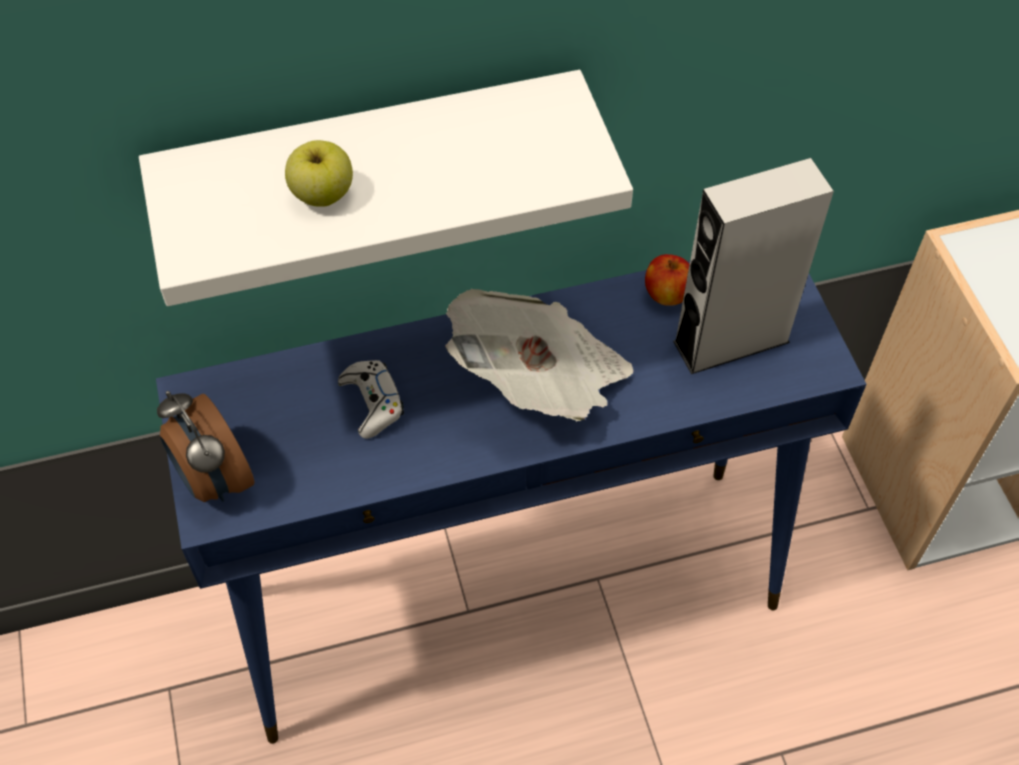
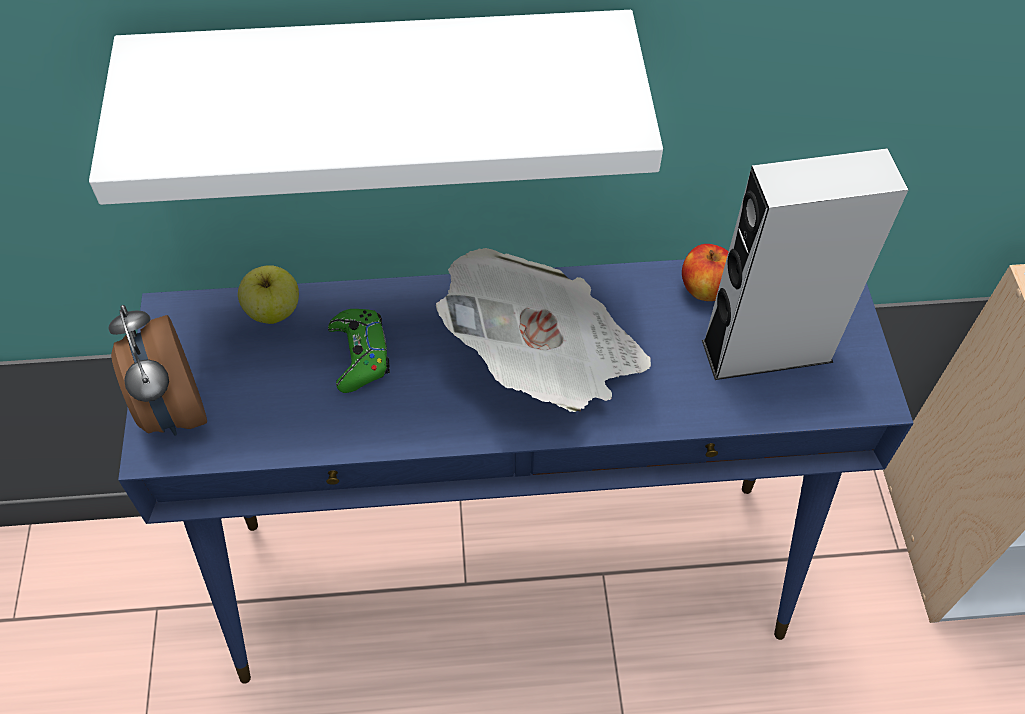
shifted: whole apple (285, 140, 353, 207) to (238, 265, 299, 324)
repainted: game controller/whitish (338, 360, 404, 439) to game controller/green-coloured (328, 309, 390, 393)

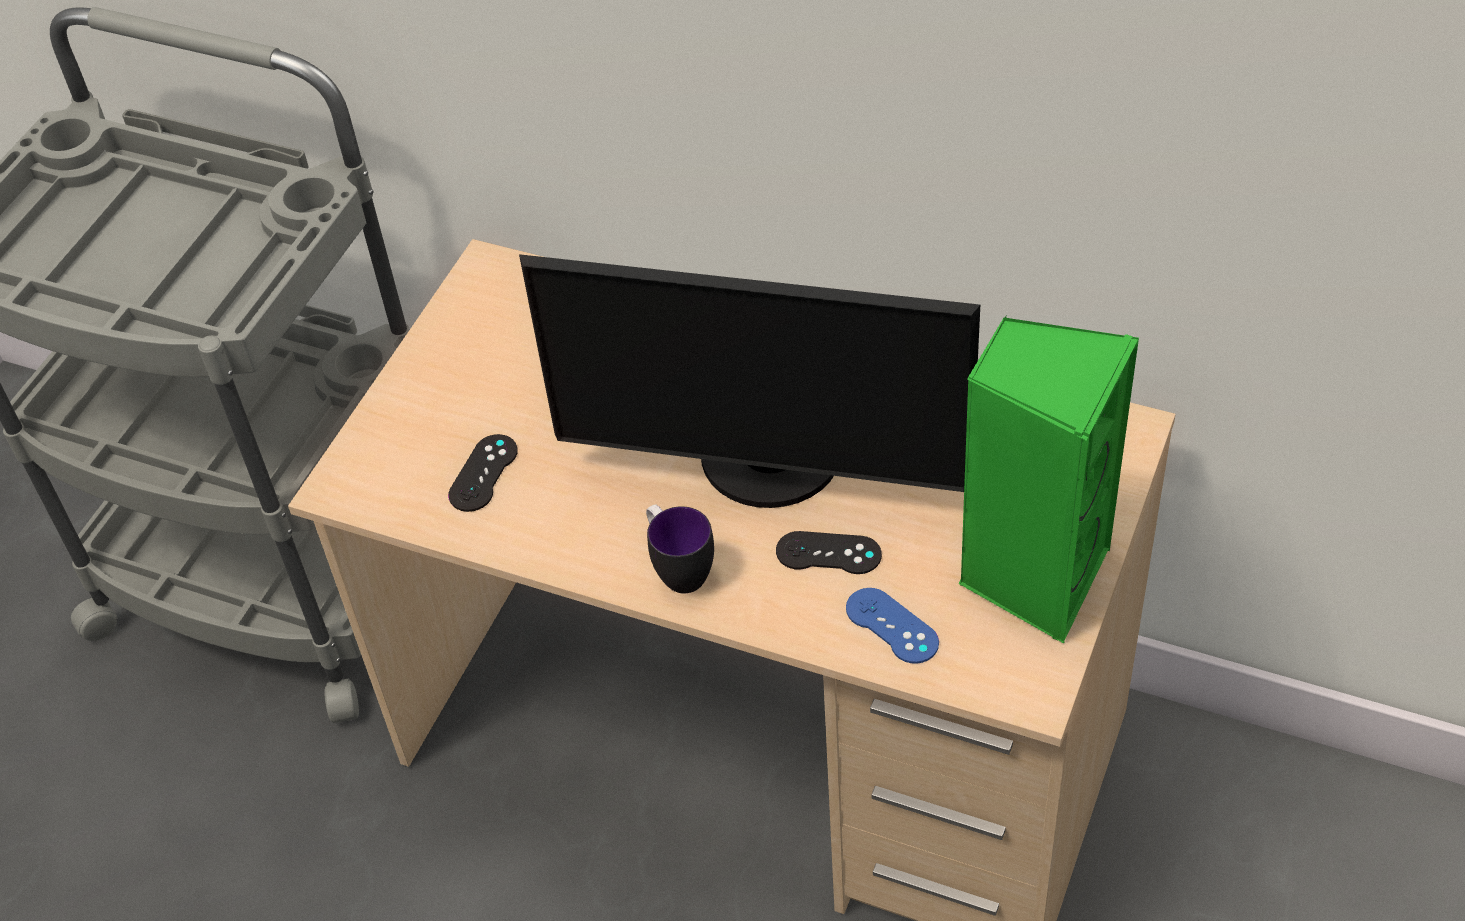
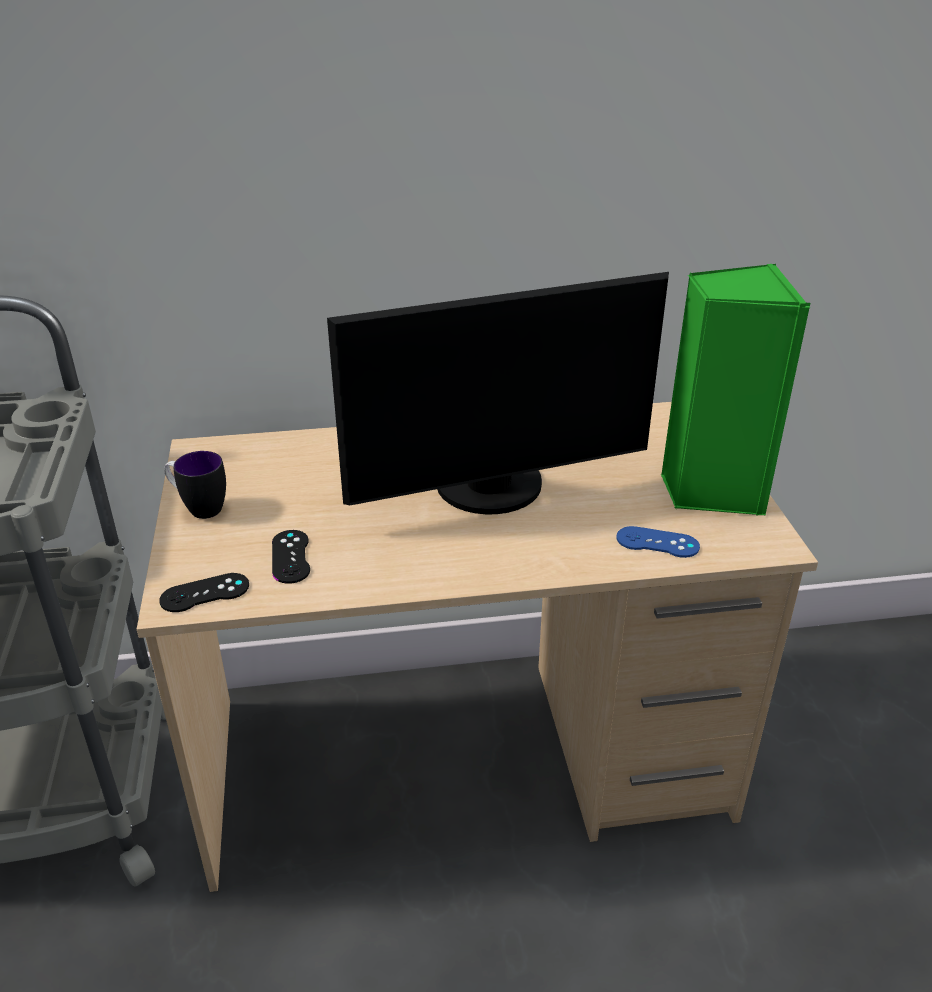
shifted: game controller/black-coloured (776, 531, 882, 574) to (159, 573, 249, 612); mug (646, 504, 714, 593) to (164, 451, 226, 519)

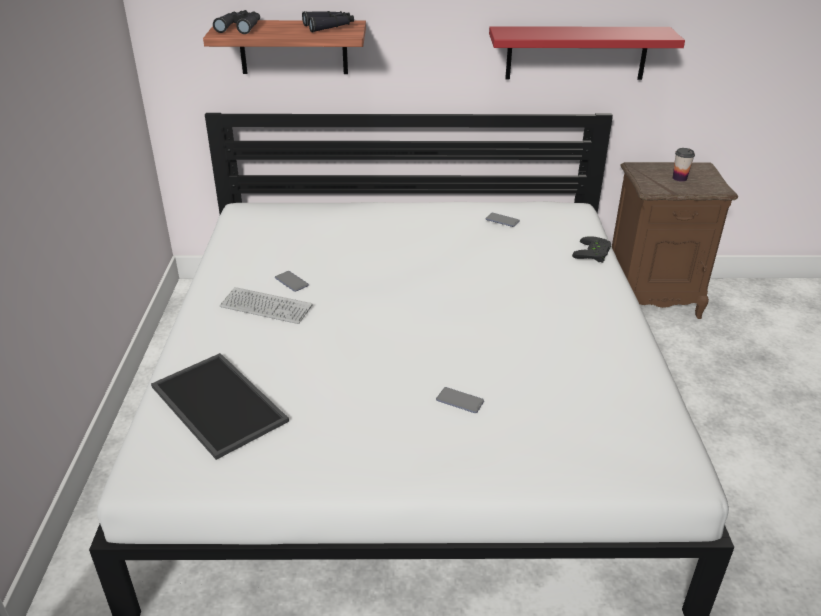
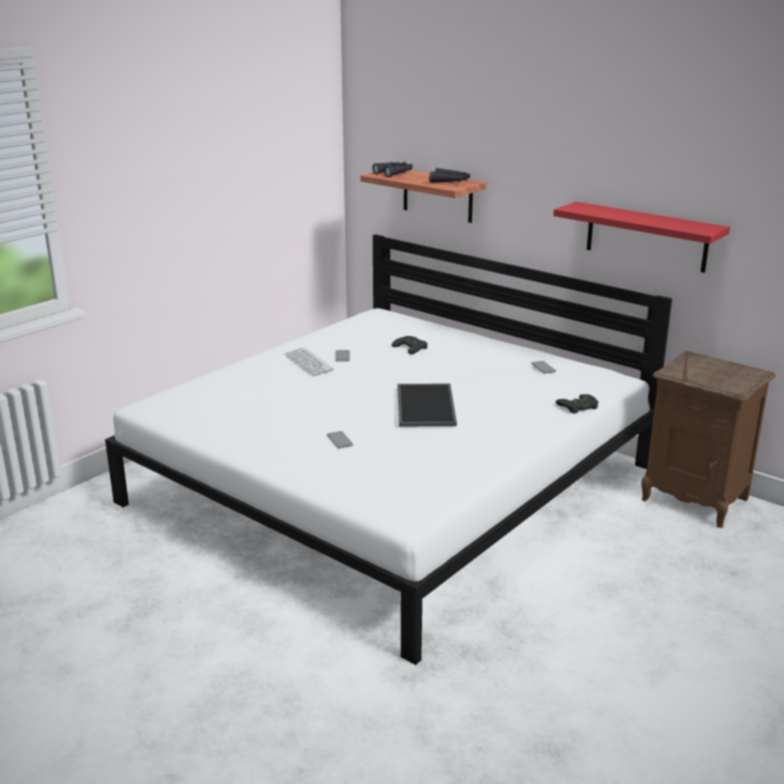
gone: cup (673, 148, 695, 182)
new: game controller/black-coloured (392, 336, 428, 355)
shifted: tray (151, 353, 289, 460) to (397, 384, 457, 426)

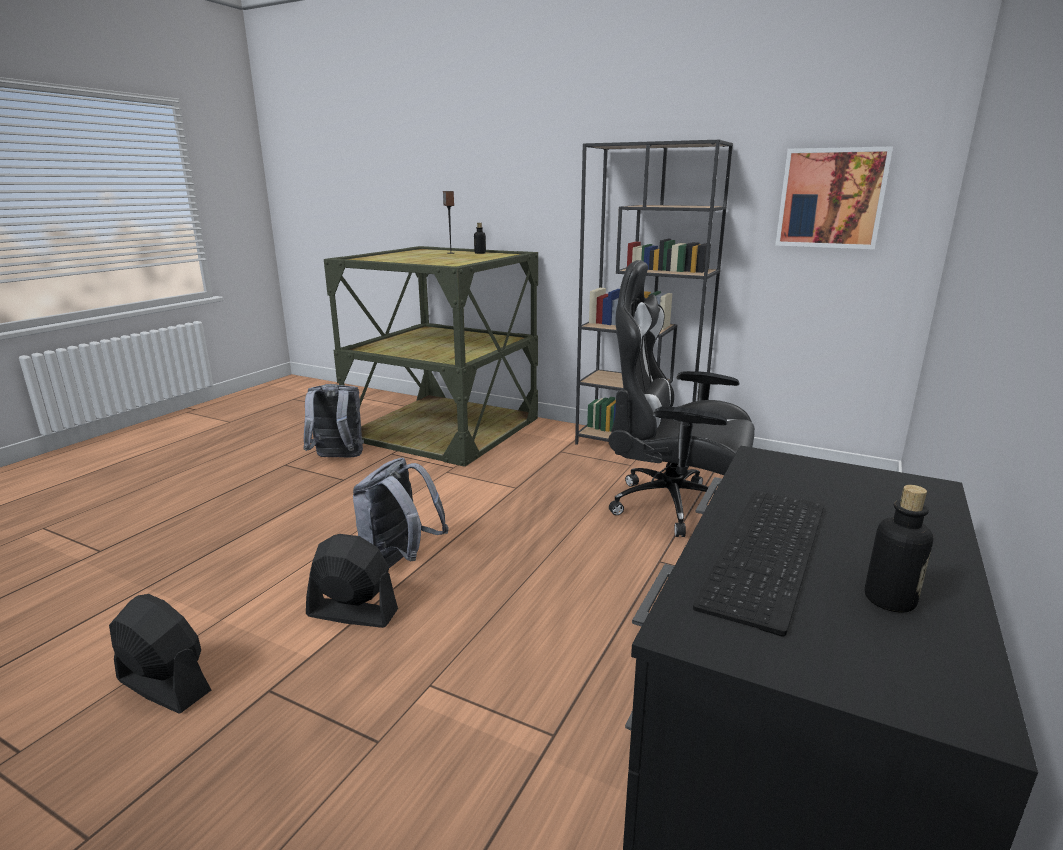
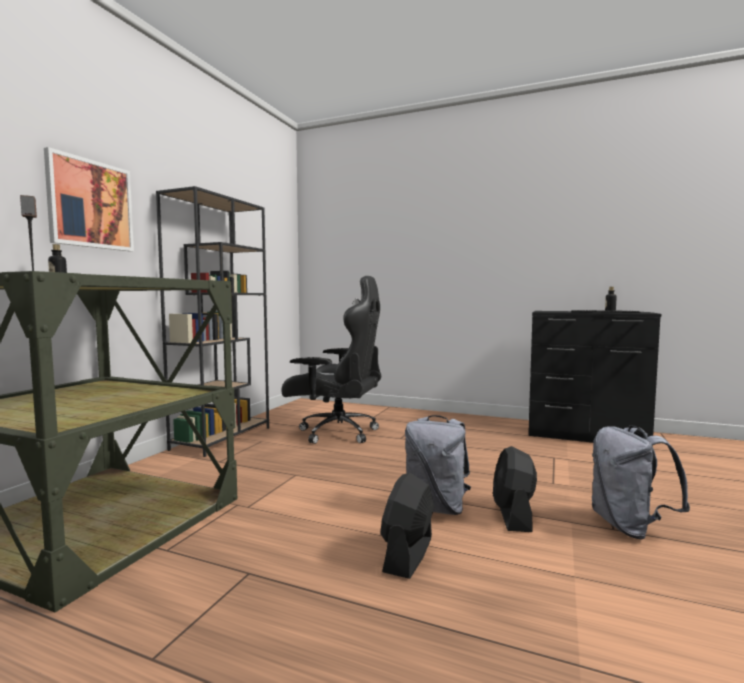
shifted: picture (775, 146, 893, 249) to (44, 147, 134, 251); electric fan/black-coloured (109, 594, 211, 714) to (380, 473, 434, 579); backpack/gray (303, 384, 364, 458) to (592, 425, 690, 540)
rotated: computer chair/black-coloured (608, 260, 755, 537) = (281, 276, 381, 444) 90 degrees counterclockwise

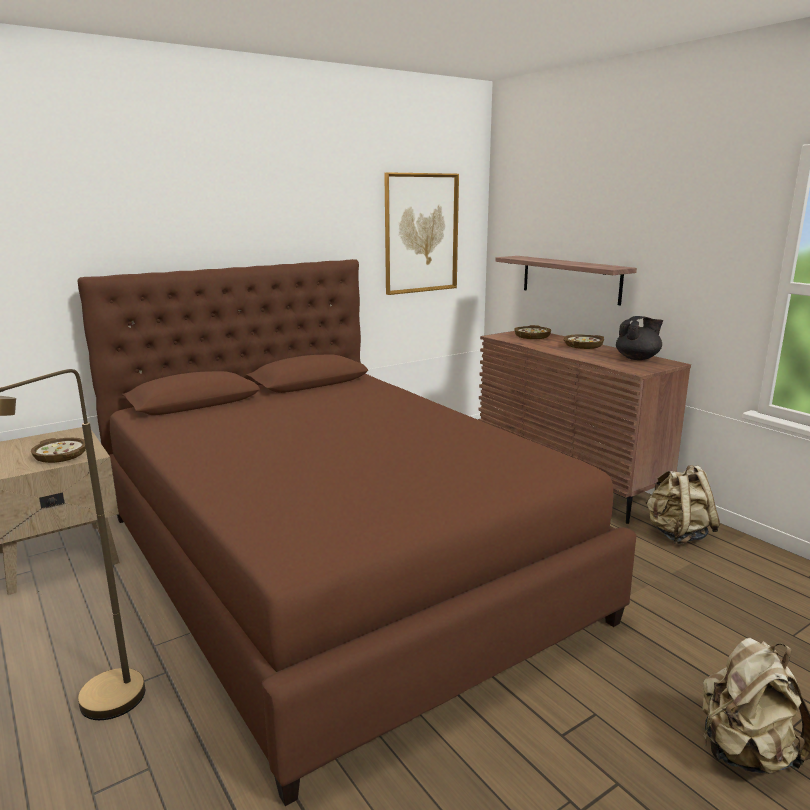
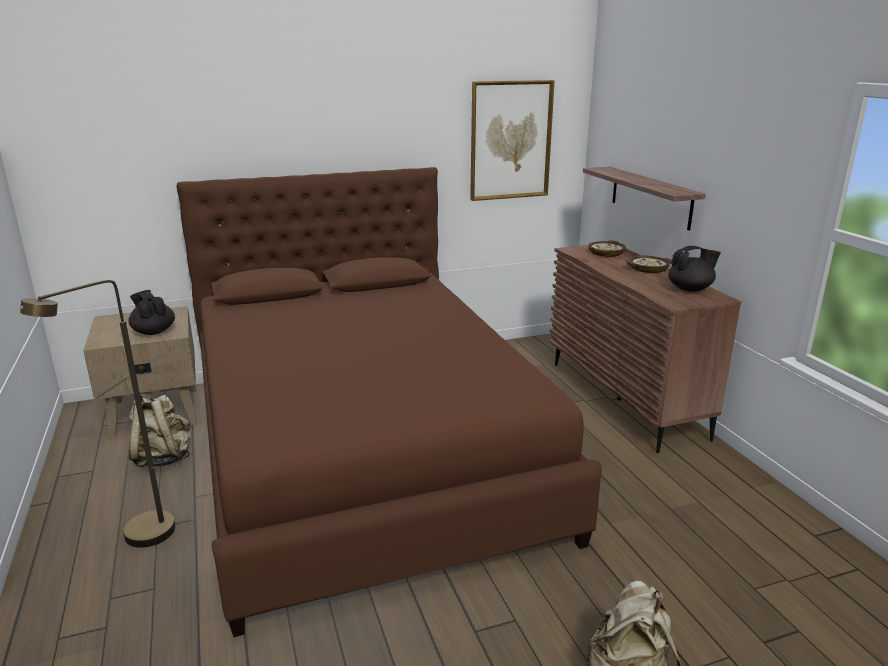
shifted: backpack/beige (645, 465, 720, 544) to (129, 393, 191, 467)
swapped: serving bowl (31, 438, 86, 463) to pot for tea/black-coloured (128, 290, 175, 335)

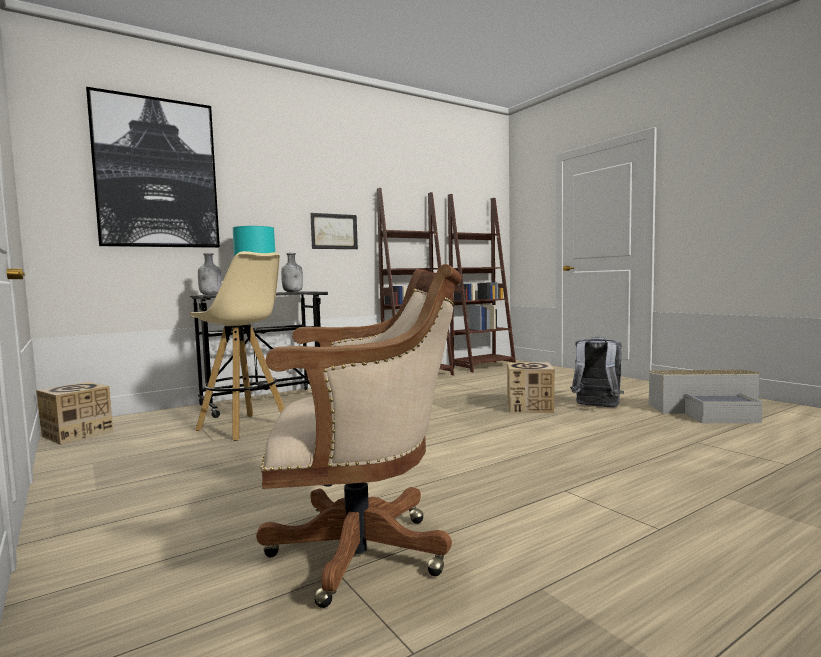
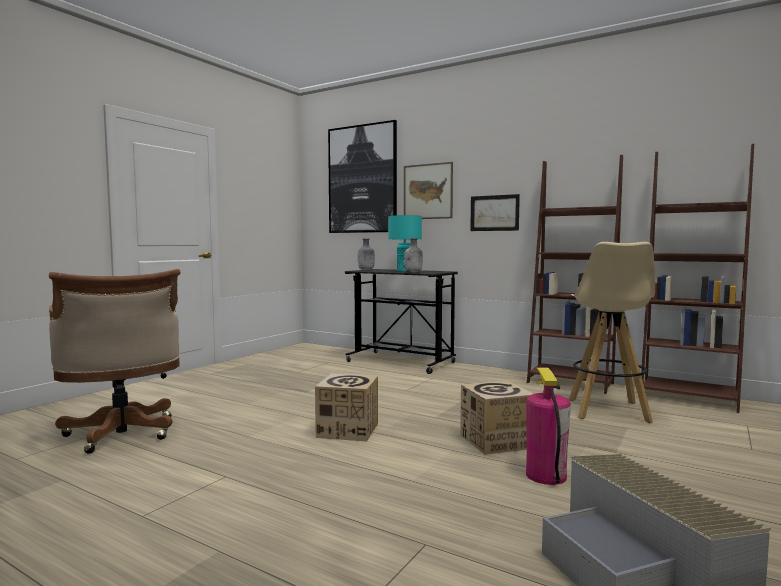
new: picture (404, 162, 453, 219)
shifted: carton (36, 382, 113, 445) to (315, 374, 378, 442); stool seat/beige (189, 251, 285, 441) to (569, 242, 655, 423)
swapped: backpack/gray (570, 337, 624, 407) to fire-fighting cylinder (526, 368, 571, 485)

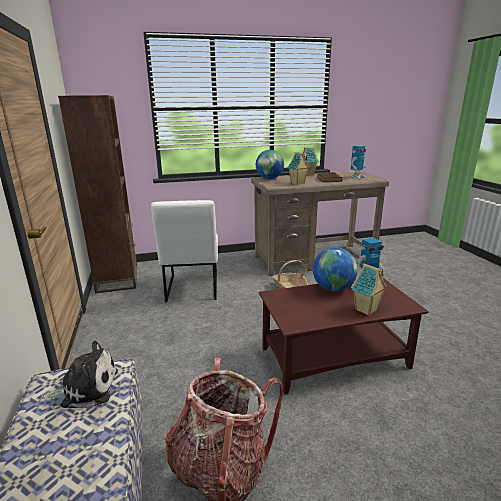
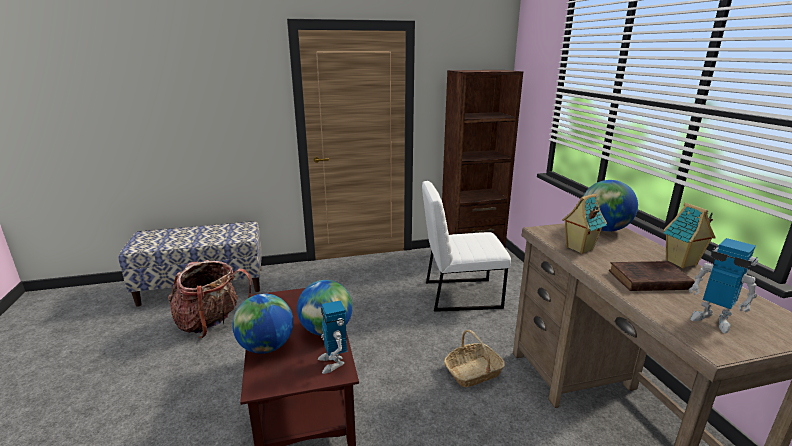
gone: plush toy (41, 341, 118, 408)
swapped: toy house (351, 263, 387, 316) to world globe (232, 294, 293, 354)

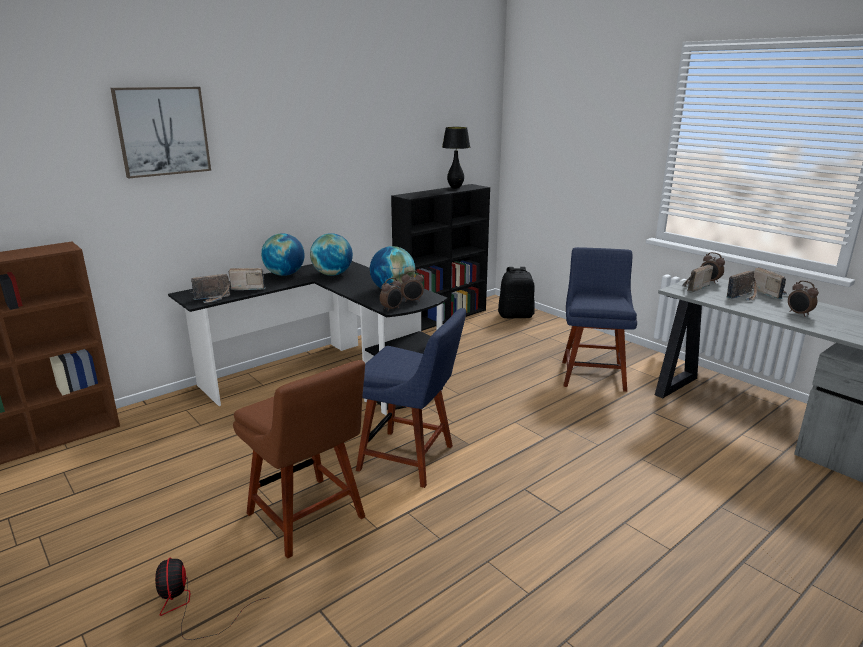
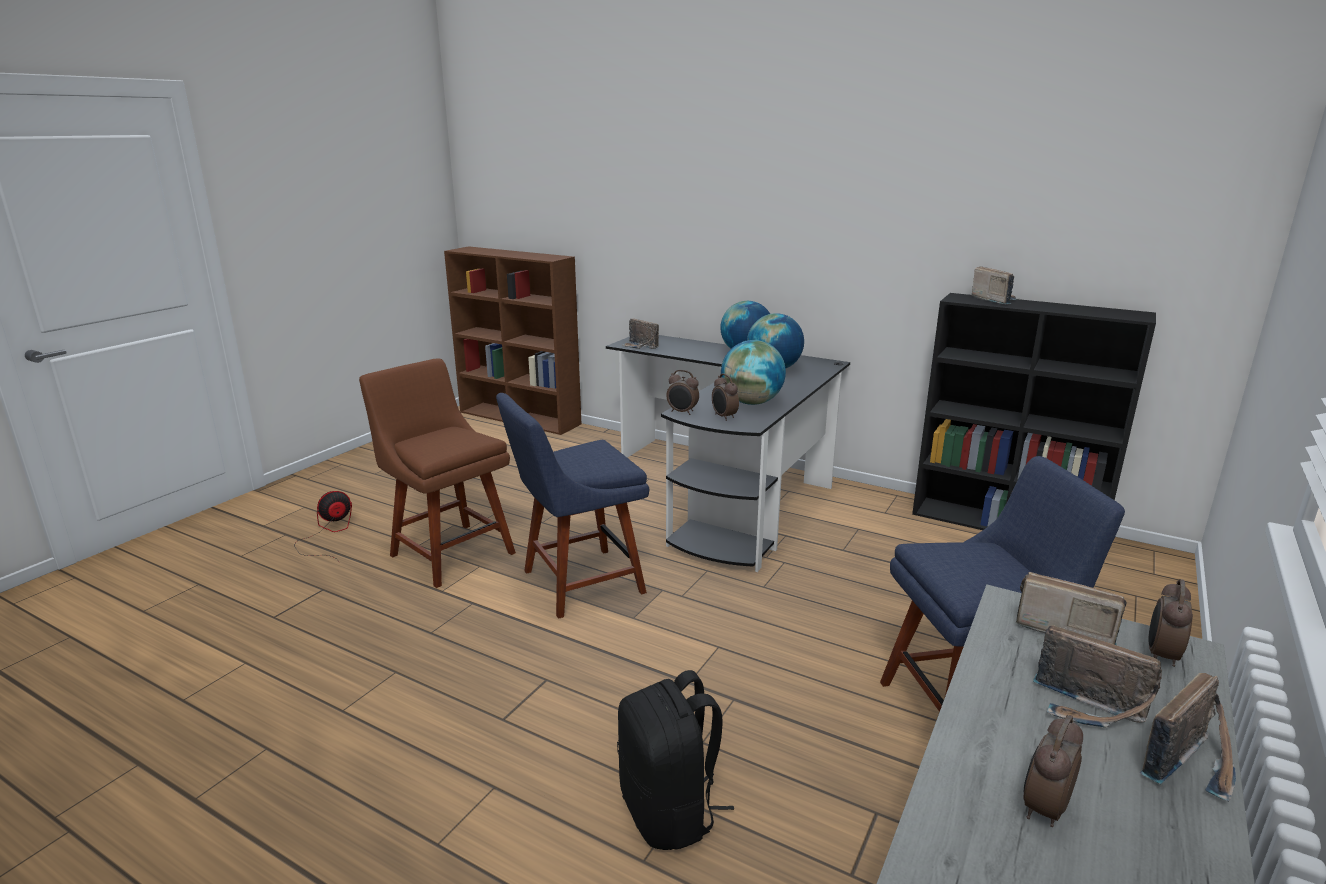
gone: picture (111, 87, 211, 178); tabletop lamp/black-coloured (442, 127, 470, 189)
shifted: backpack/black-coloured (498, 267, 535, 318) to (617, 670, 734, 850); radio receiver (229, 268, 266, 290) to (972, 266, 1019, 304)
rotated: chair/brownish (233, 360, 365, 559) = (359, 358, 516, 588) 105 degrees clockwise; chair/blue (356, 308, 466, 488) = (496, 393, 649, 619) 60 degrees clockwise

